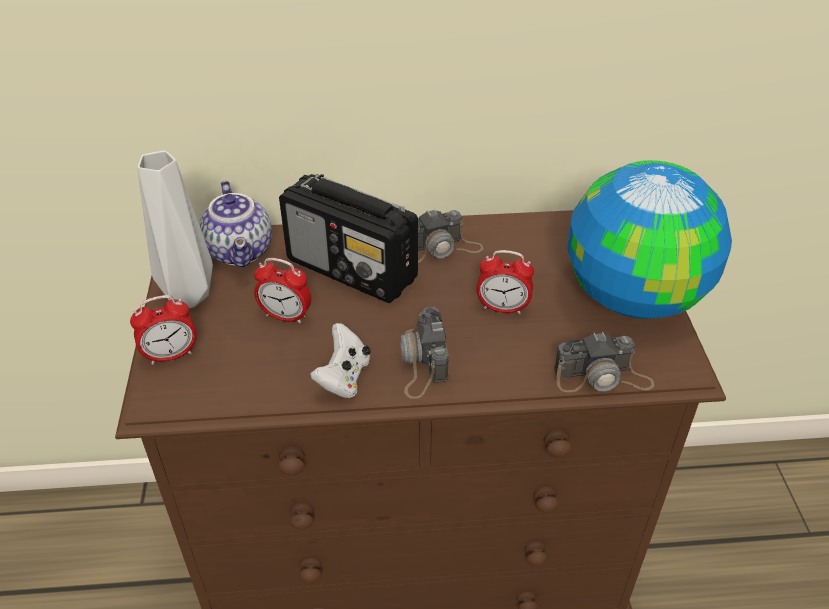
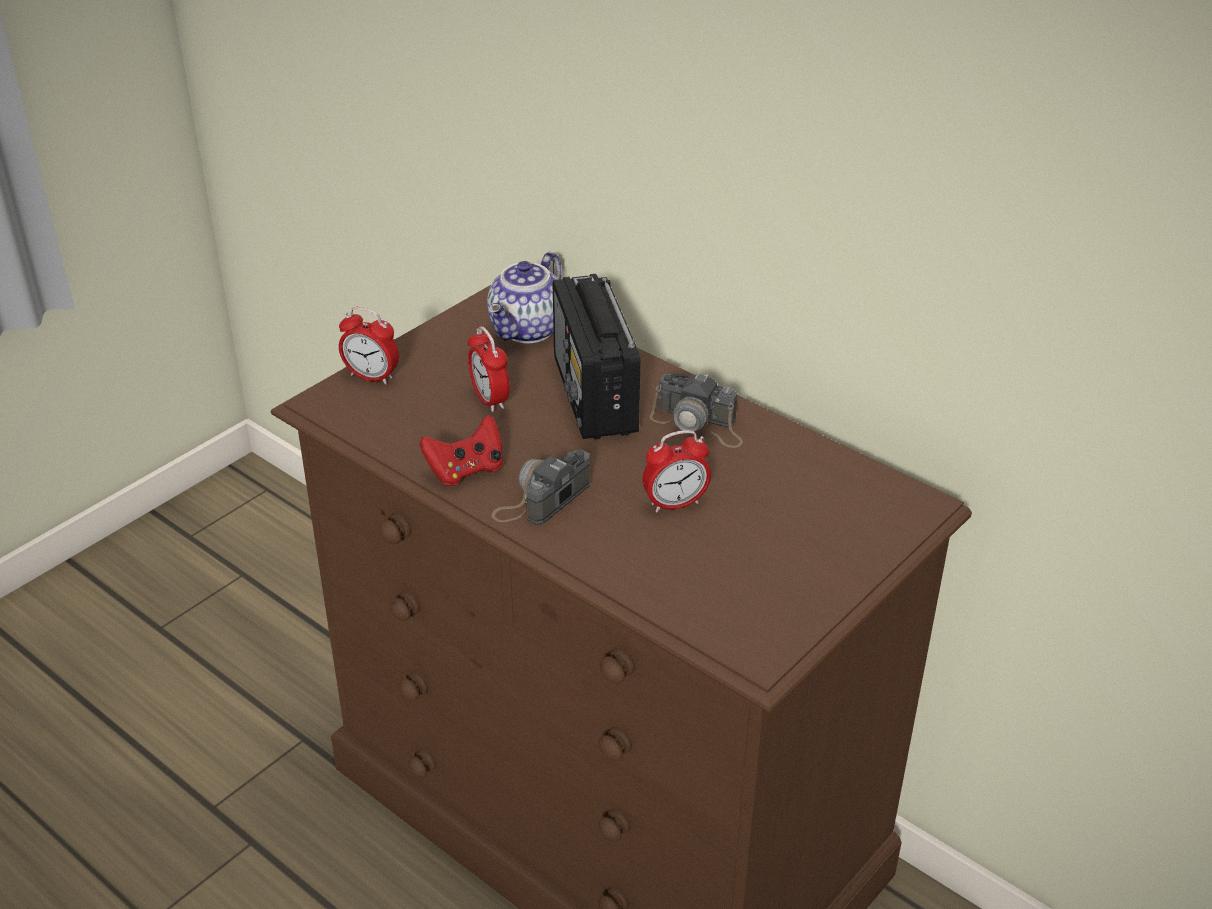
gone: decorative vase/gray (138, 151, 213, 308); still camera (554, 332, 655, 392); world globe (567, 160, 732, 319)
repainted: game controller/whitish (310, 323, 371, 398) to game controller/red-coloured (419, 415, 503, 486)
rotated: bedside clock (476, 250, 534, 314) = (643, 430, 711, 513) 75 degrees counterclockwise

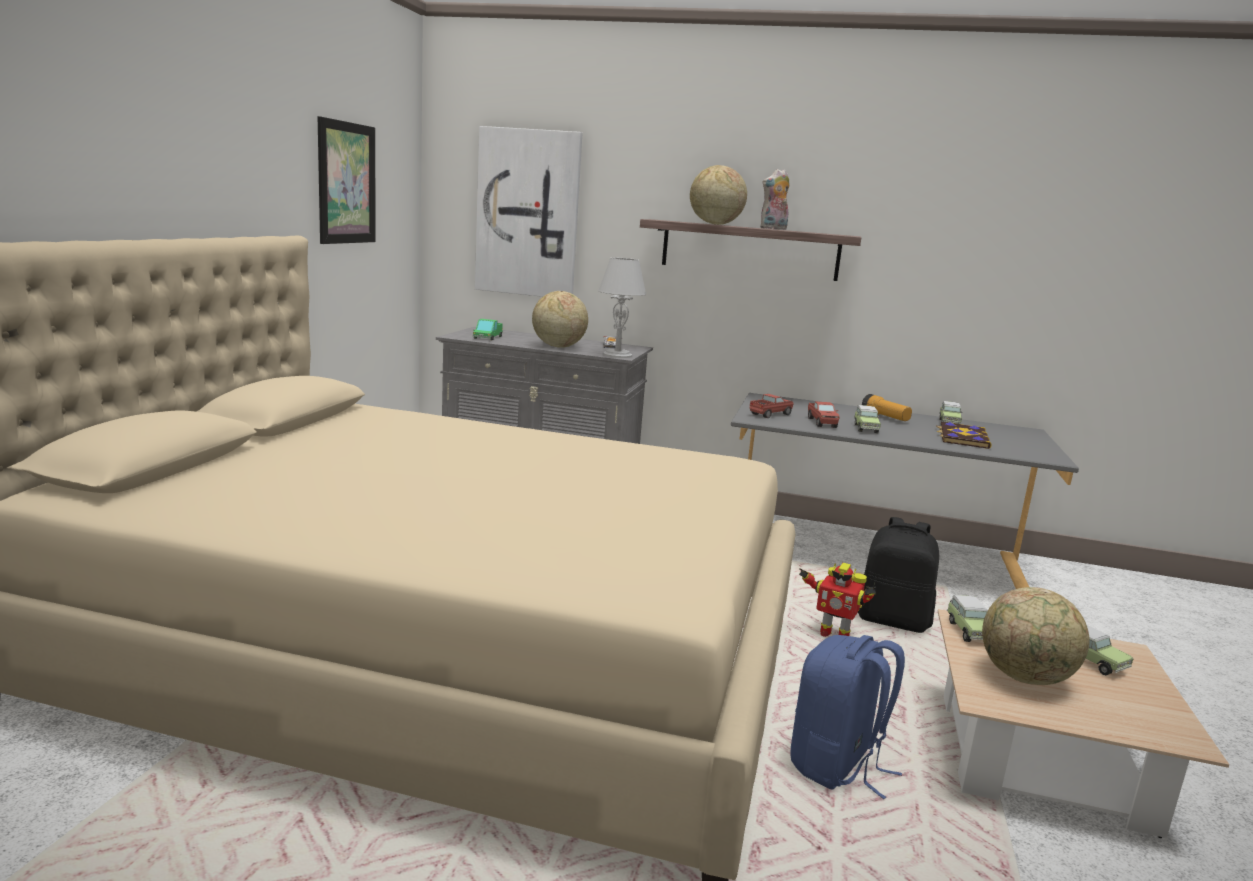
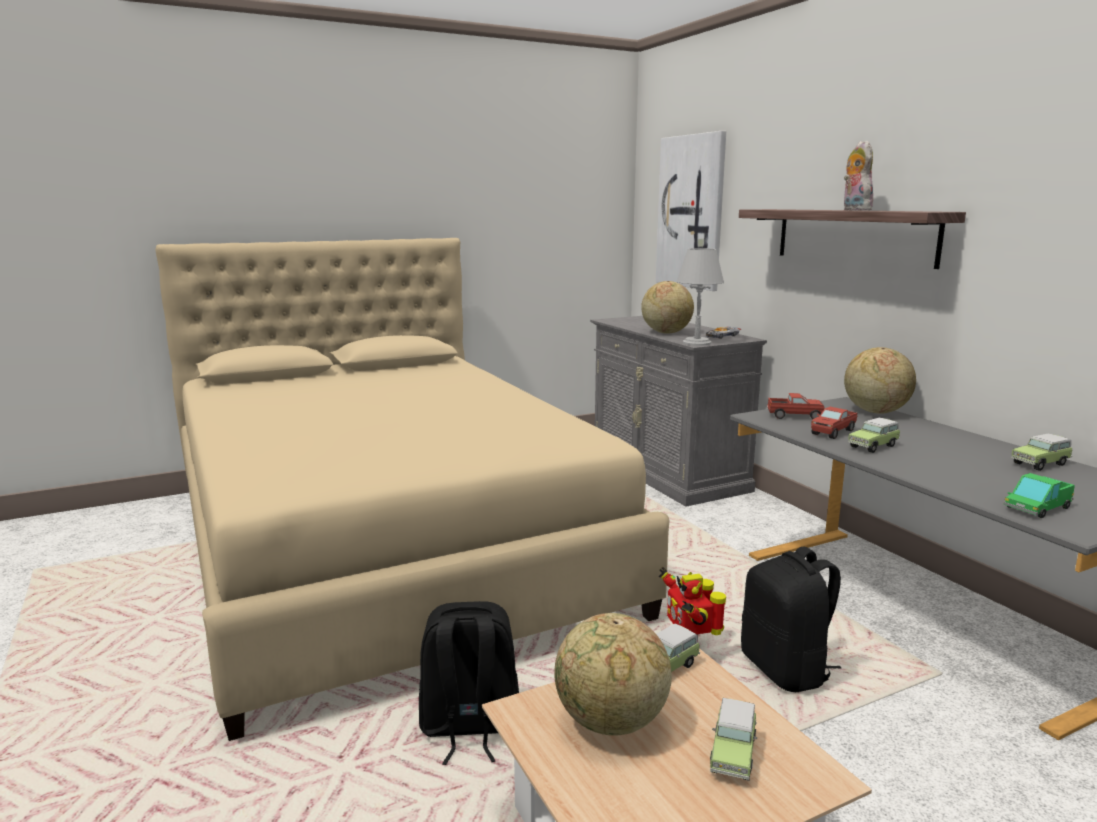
gone: picture (318, 116, 376, 244); hand torch (862, 394, 912, 421); book (936, 422, 992, 449)
shifted: world globe (690, 165, 747, 225) to (844, 347, 916, 414); toy truck (473, 319, 503, 340) to (1004, 473, 1075, 518)
repainted: backpack/blue (790, 635, 905, 799) to backpack/black-coloured (419, 601, 519, 765)
rotated: plush toy (760, 169, 789, 230) = (844, 140, 875, 210) 60 degrees clockwise

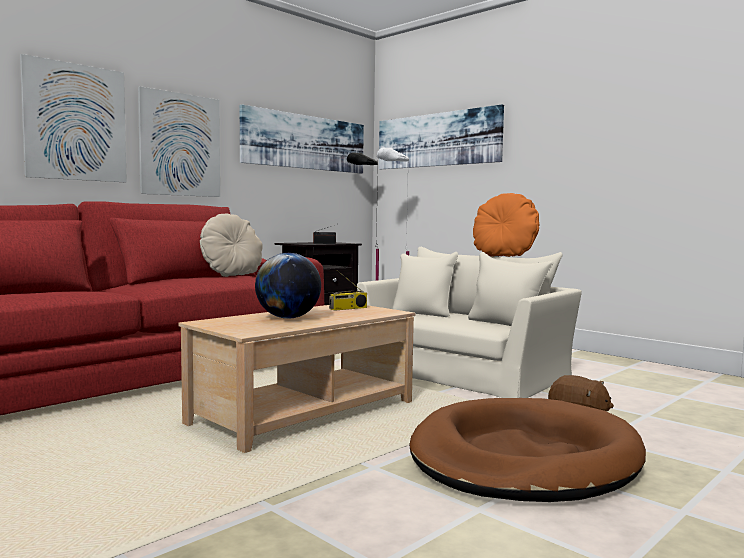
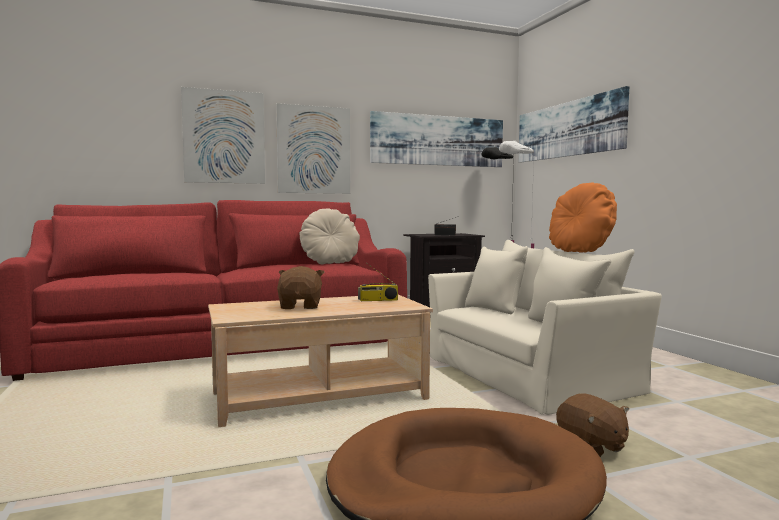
swapped: world globe (255, 253, 321, 319) to plush toy/brownish (277, 266, 324, 309)

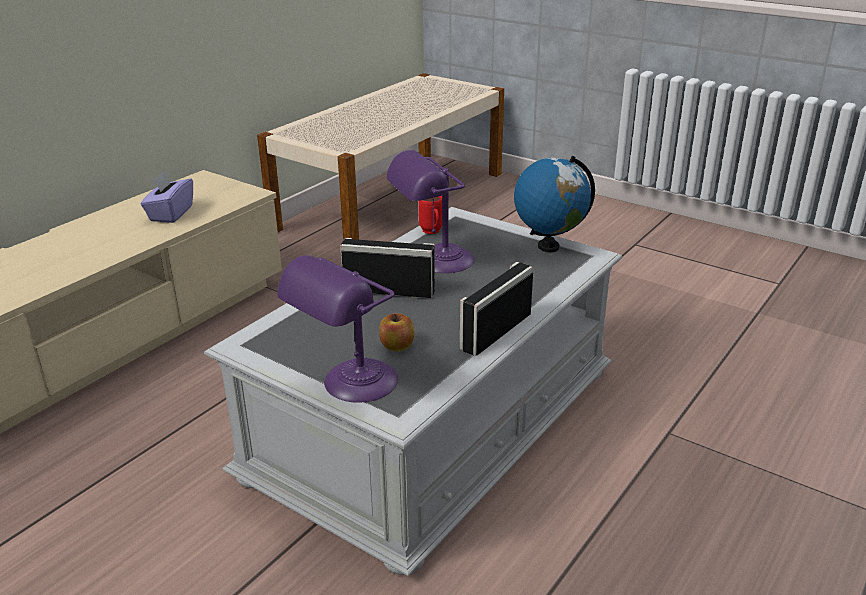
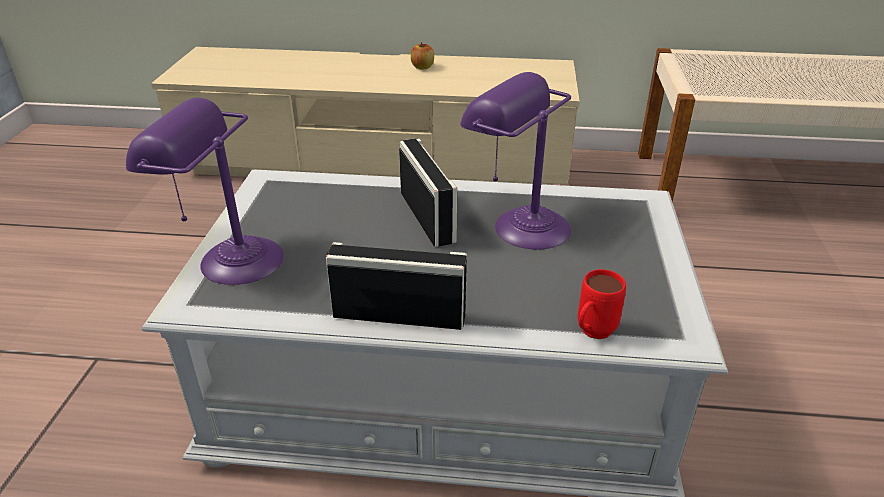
gone: box of tissues/purple-coloured (141, 170, 193, 223); world globe (514, 156, 595, 252)
shifted: whole apple (379, 313, 415, 352) to (411, 42, 434, 69); mug/red-coloured (419, 196, 442, 234) to (578, 269, 626, 339)

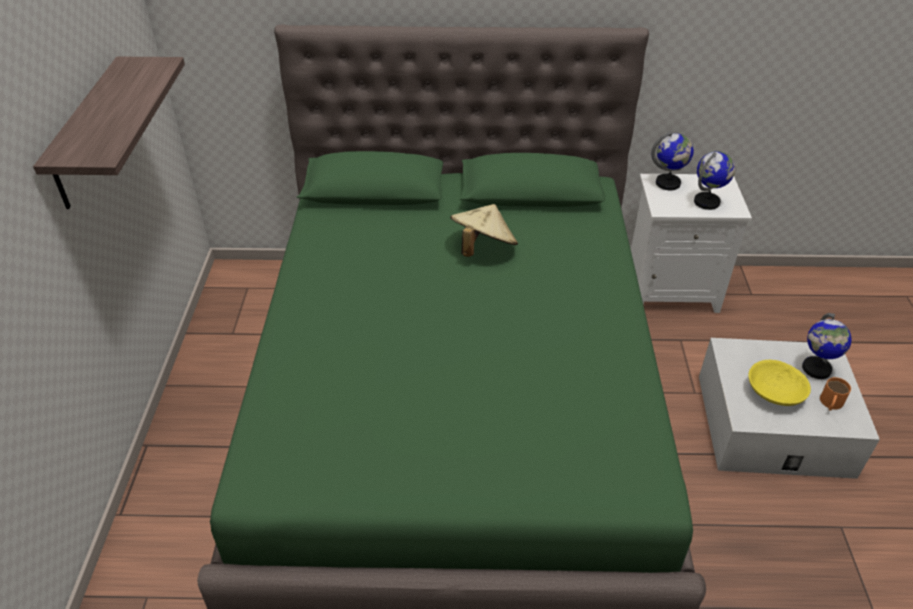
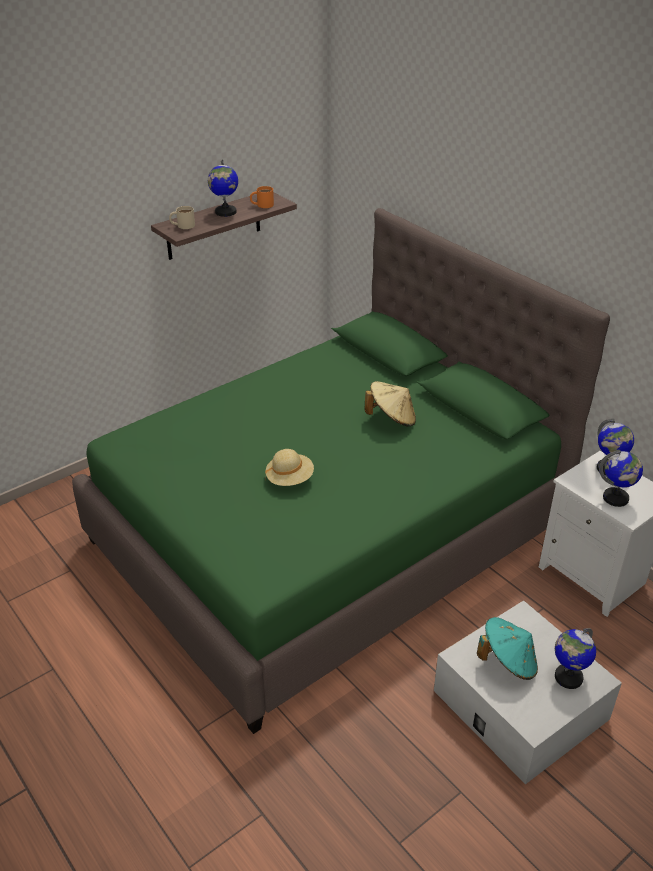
new: mug/beige (169, 206, 195, 229); world globe (208, 159, 238, 217); hat/beige (265, 449, 314, 486)
shifted: mug/orange-coloured (820, 377, 851, 411) to (250, 186, 274, 208)
swapped: serving bowl/yellowish (749, 360, 811, 406) to hat/turquoise (477, 617, 538, 680)

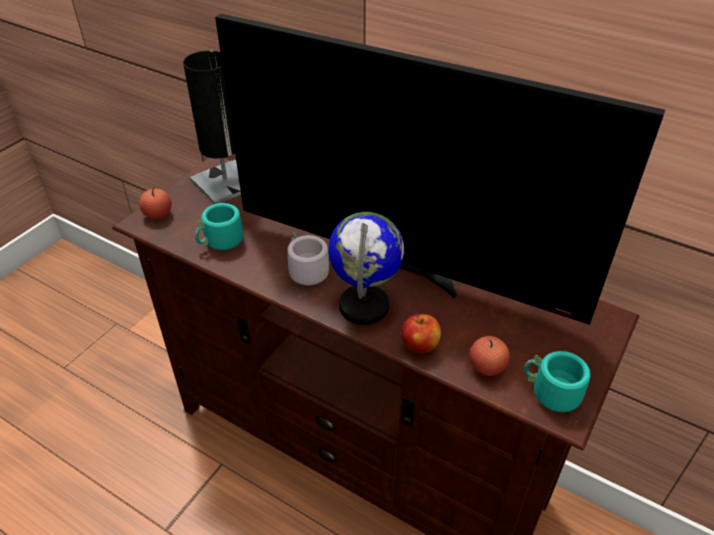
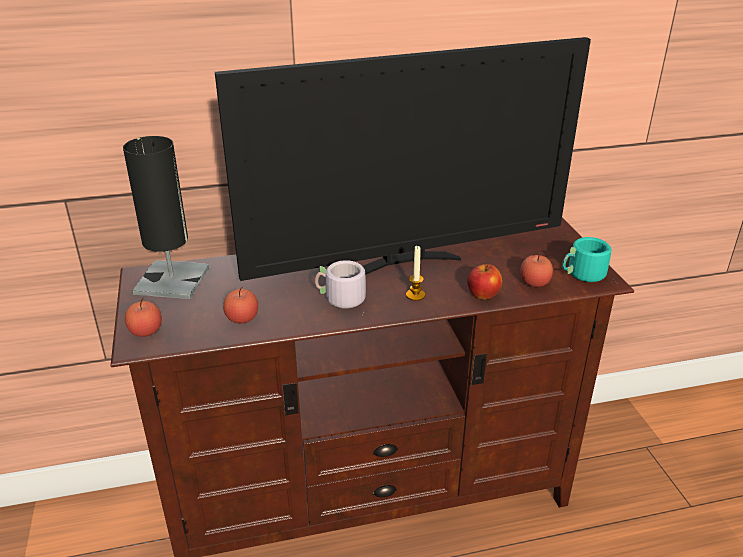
swapped: mug/turquoise (195, 203, 255, 250) to whole apple (223, 286, 258, 324); world globe (328, 212, 404, 325) to candle (406, 246, 425, 301)

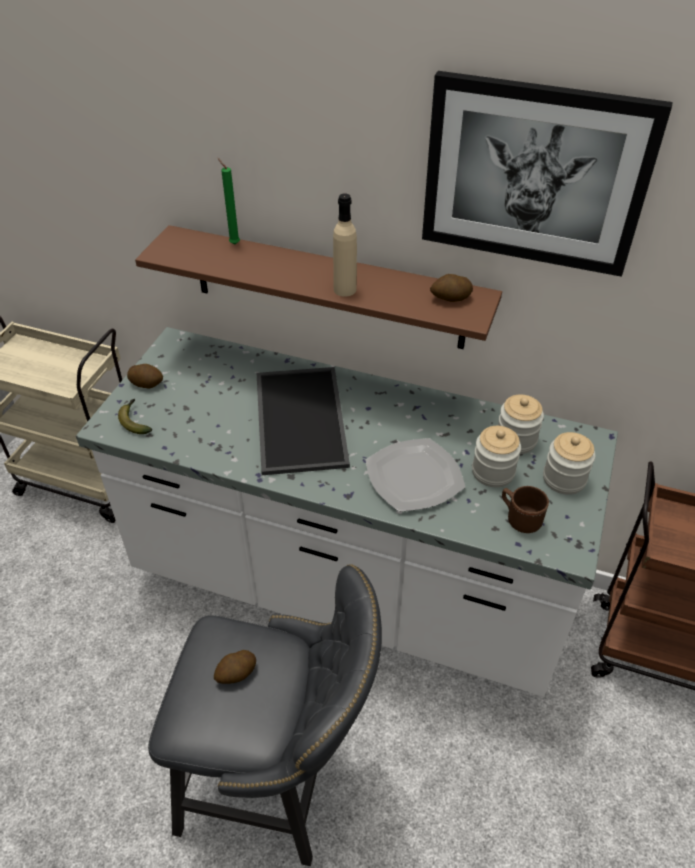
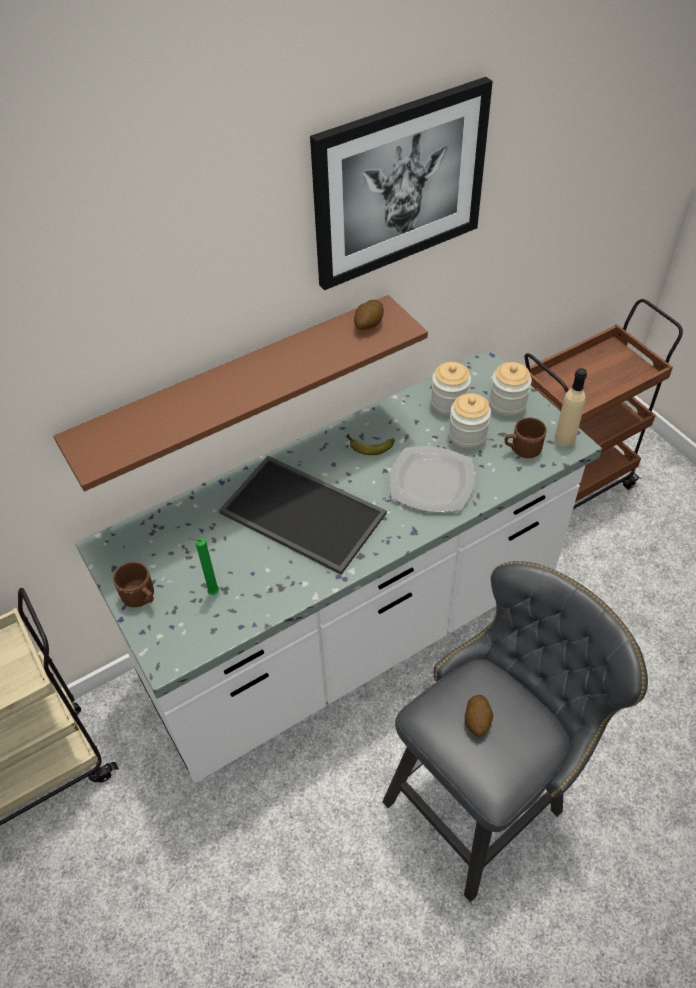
shifted: candle/green-coloured (218, 158, 240, 244) to (188, 537, 219, 595); banana (118, 399, 152, 434) to (346, 434, 395, 455); beverage bottle/beige (333, 193, 357, 297) to (555, 368, 587, 446)
swapped: whole potato (127, 364, 163, 389) to mug/brownish (113, 562, 154, 607)

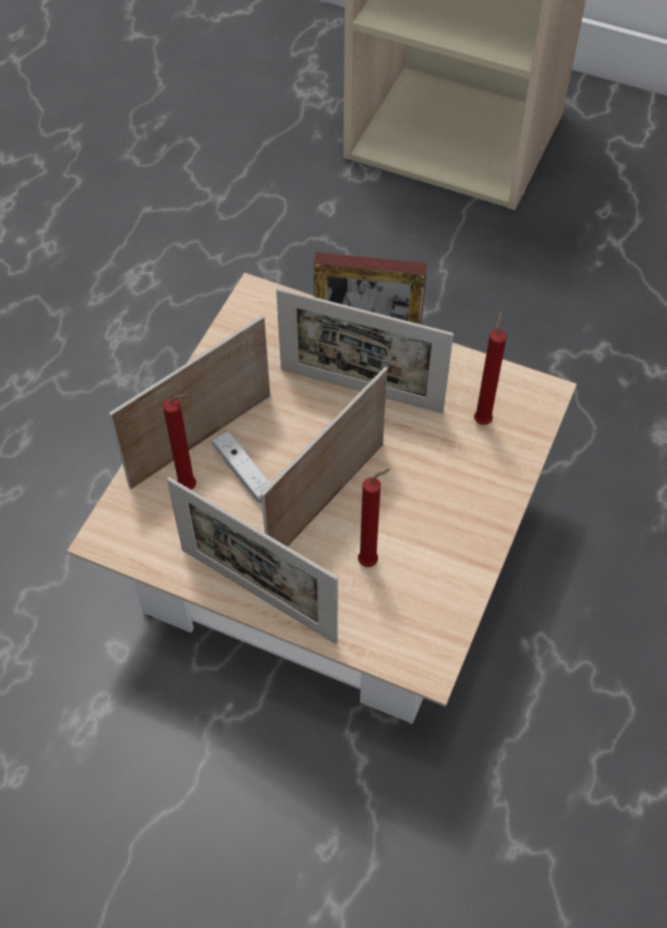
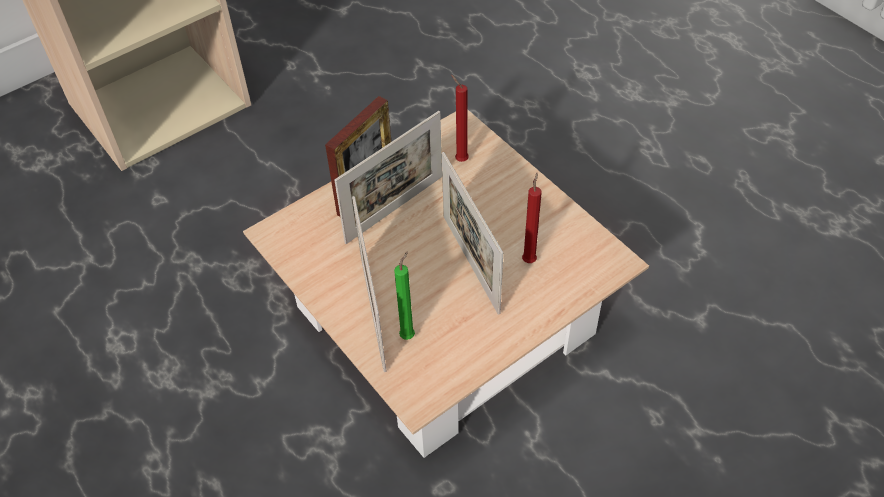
gone: picture frame (167, 477, 338, 644); game controller/whitish (213, 431, 271, 503)
repainted: candle/red-coloured (163, 393, 196, 490) to candle/green-coloured (394, 251, 415, 340)

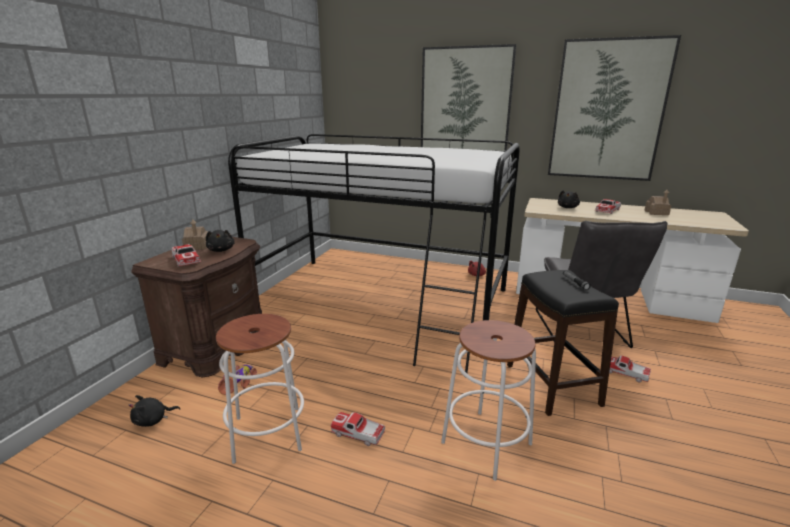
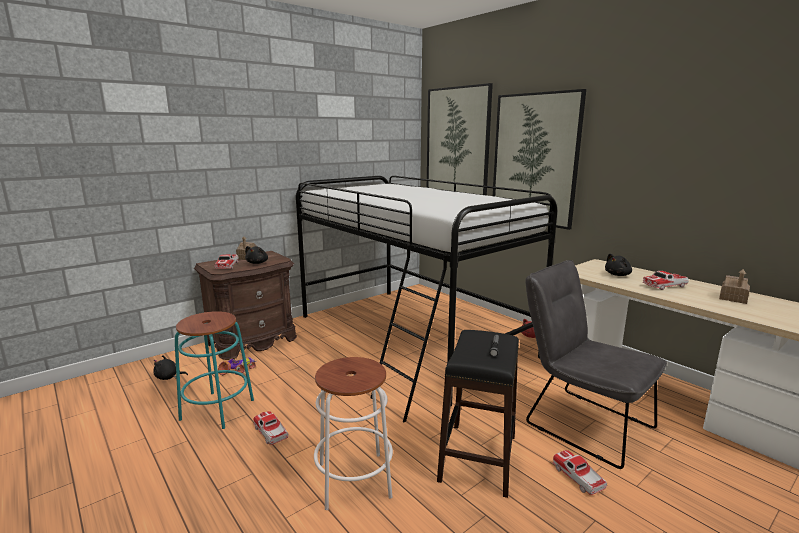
shifted: picture (548, 35, 681, 181) to (427, 83, 493, 195)
repainted: stool seat/whitish (216, 314, 304, 464) to stool seat/turquoise (175, 311, 254, 429)
rotated: chair/gray (536, 221, 668, 348) = (525, 260, 667, 469) 105 degrees clockwise

